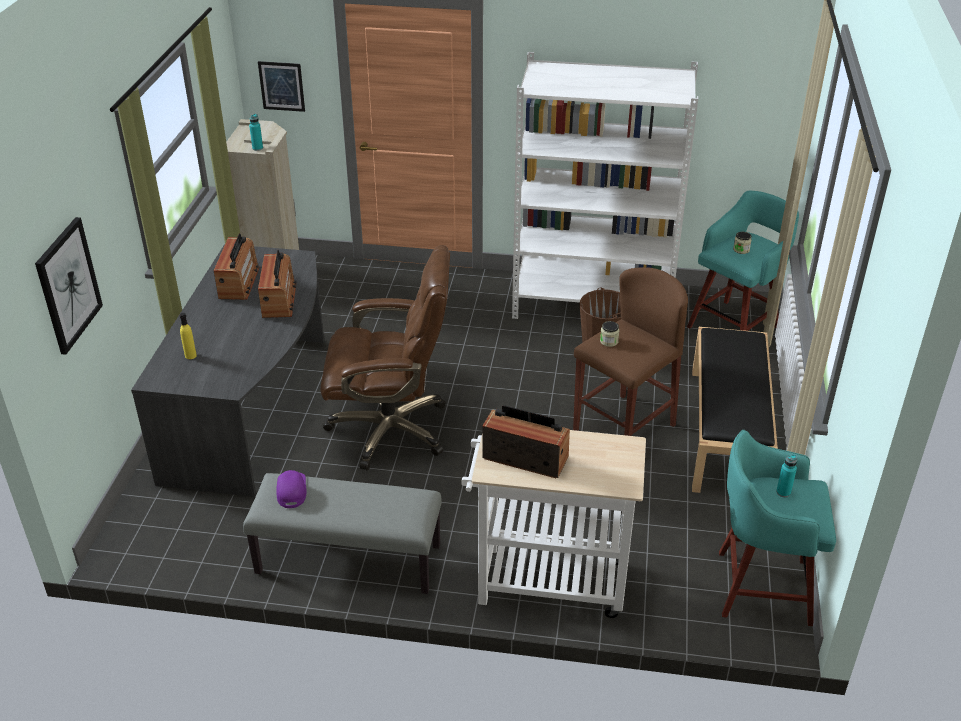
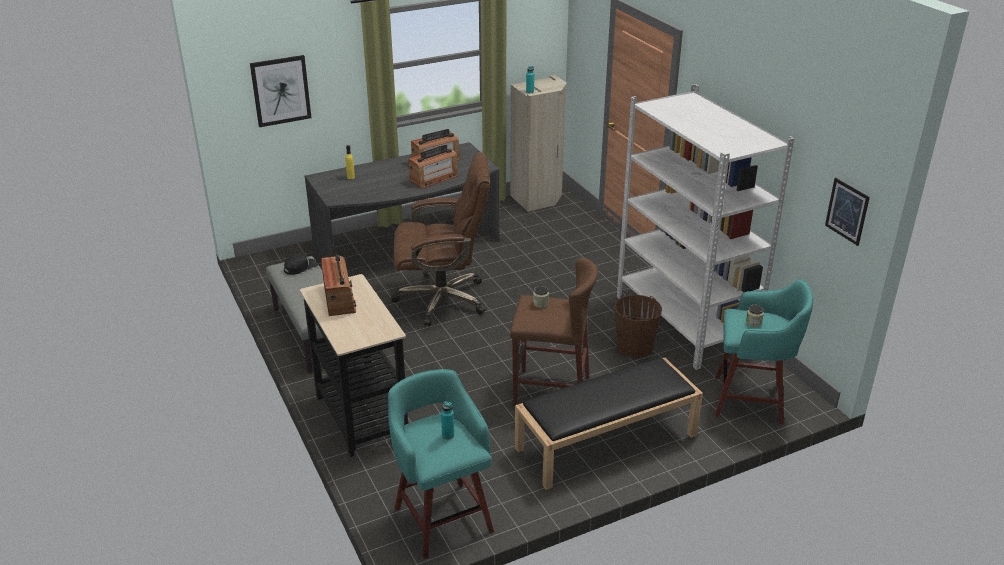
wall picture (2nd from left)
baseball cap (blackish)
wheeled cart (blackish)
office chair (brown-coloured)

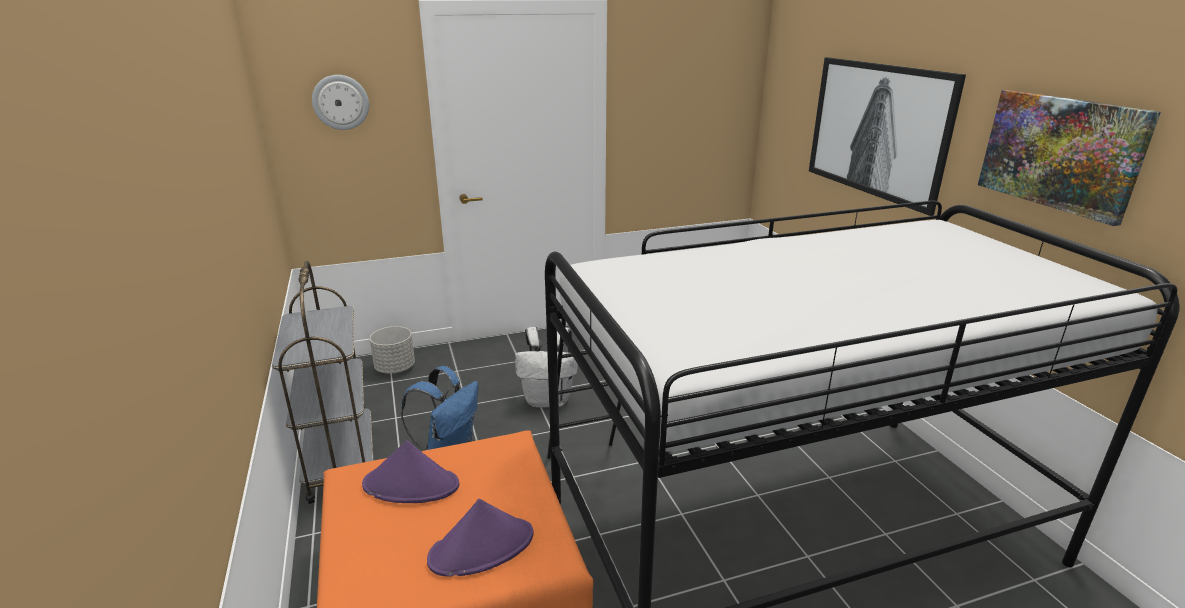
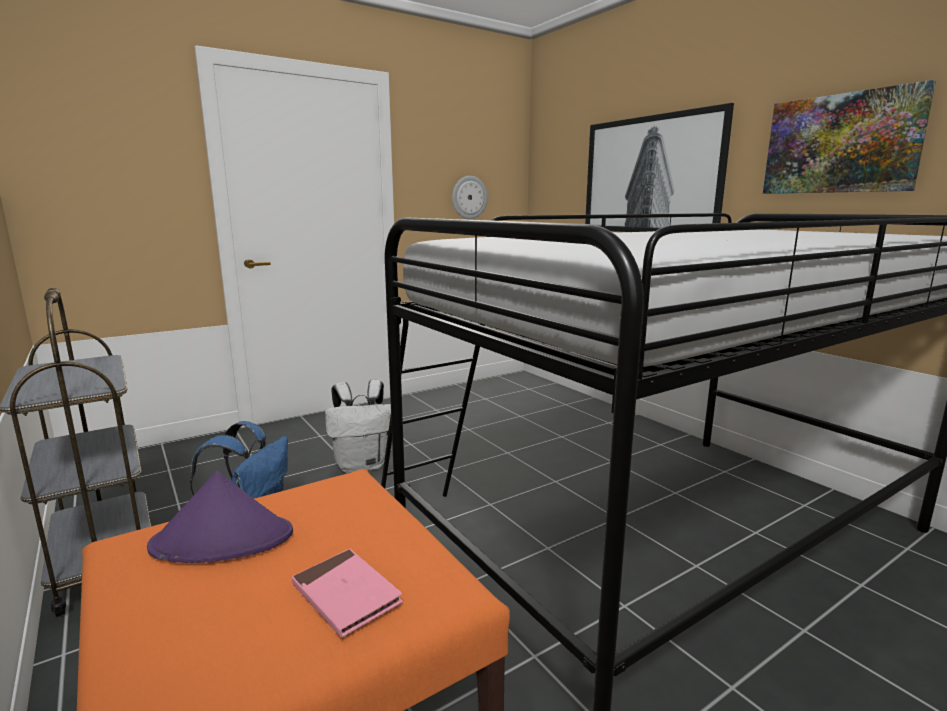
flower pot (grey)
clock on the wall
book (pink-coloured)

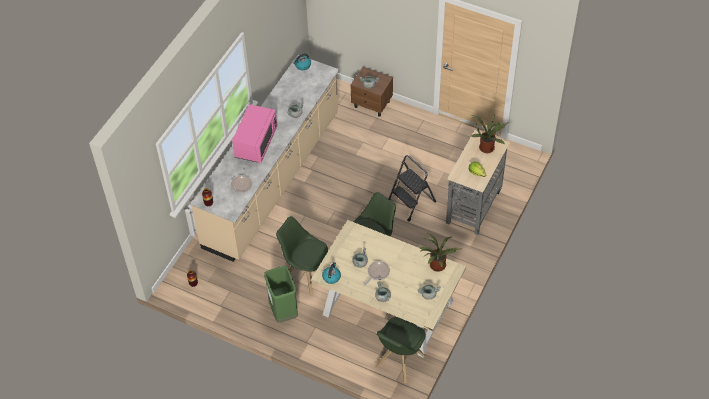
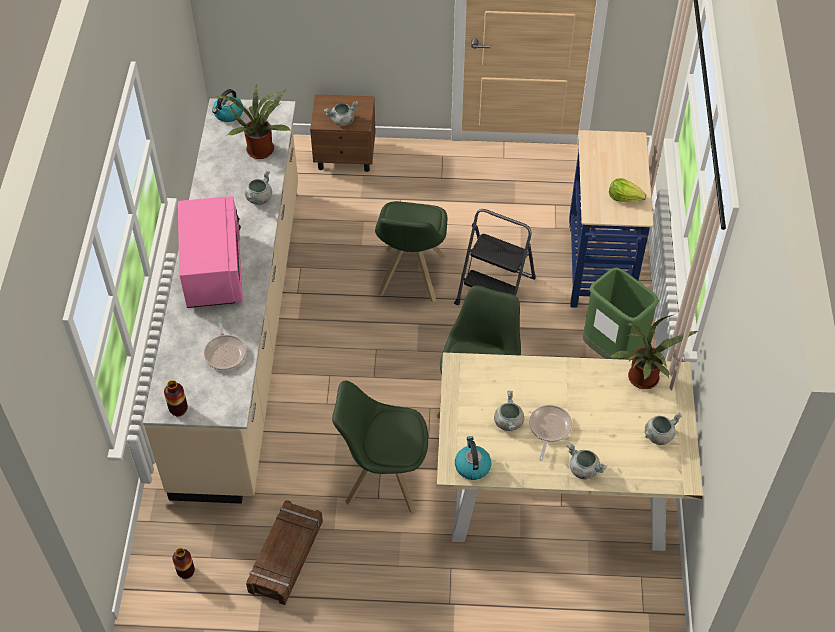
shipping crate
trash can (green)
chair (green) (2nd from left)
plant in a pot (1st from left)
wheeled cart (blue)

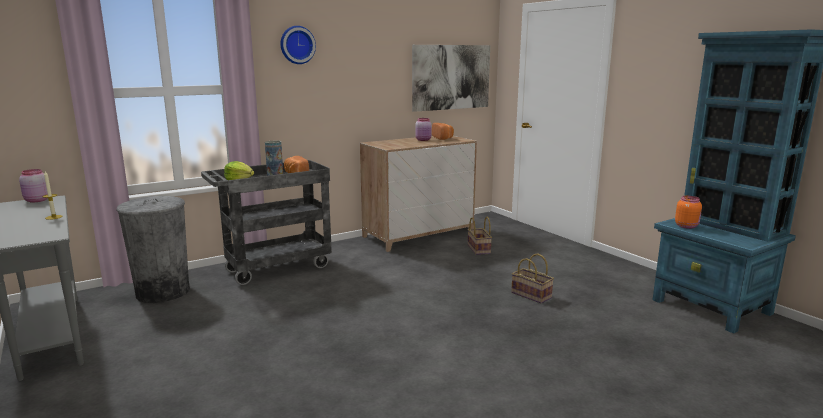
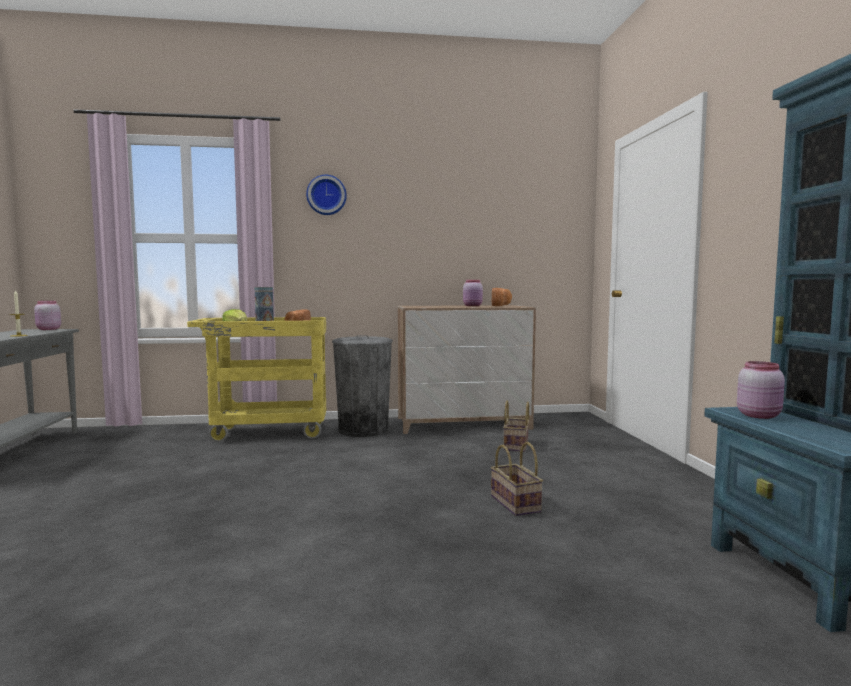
wall picture
trash can (grey)
wheeled cart (yellow)
jar (pink-coloured) (3rd from left)

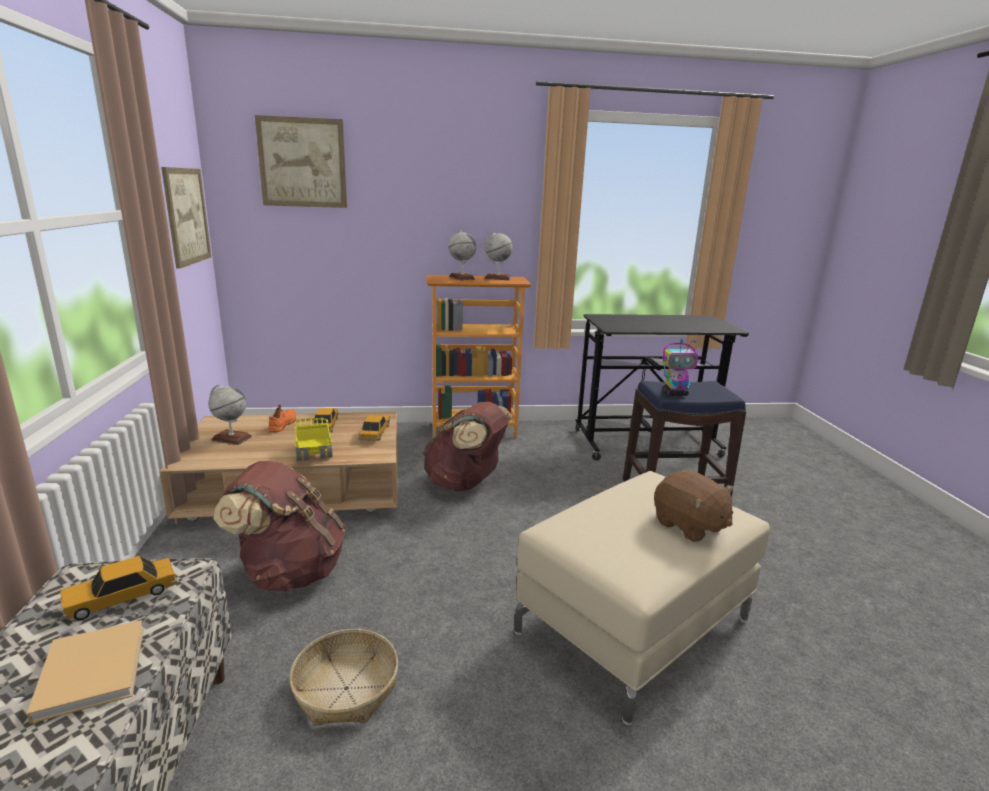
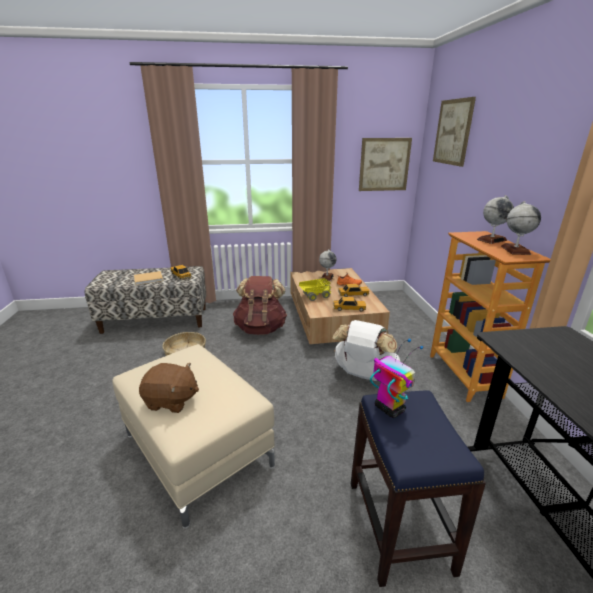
backpack (whitish)
cuddly toy (brown-coloured)
toy robot

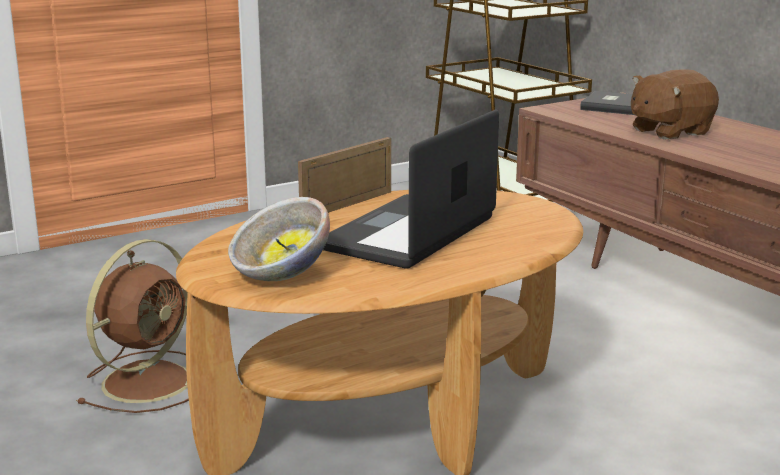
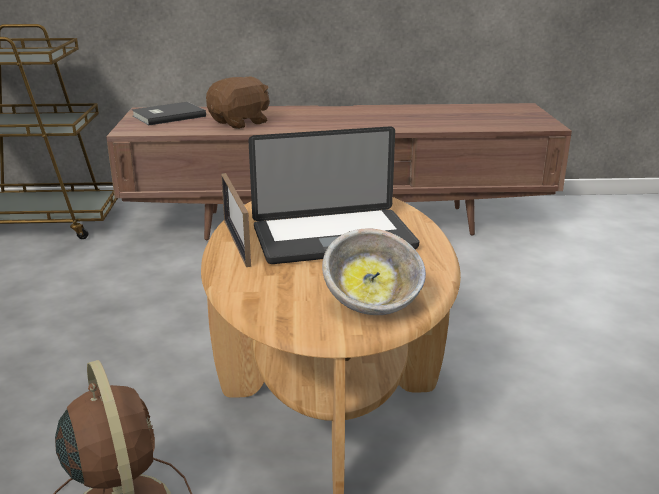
laptop
cuddly toy (brown-coloured)

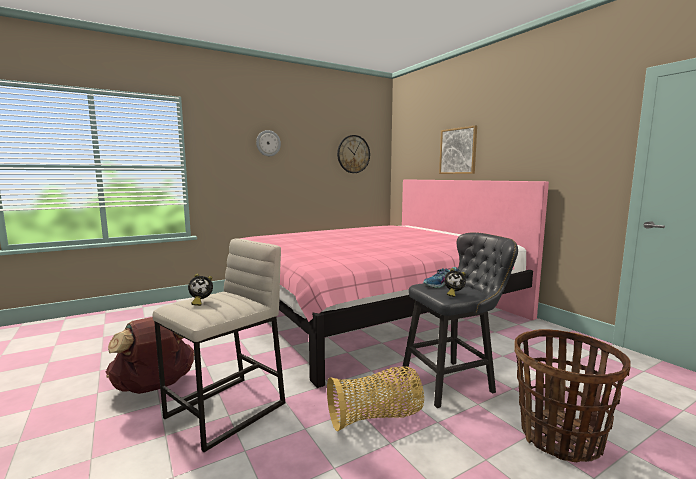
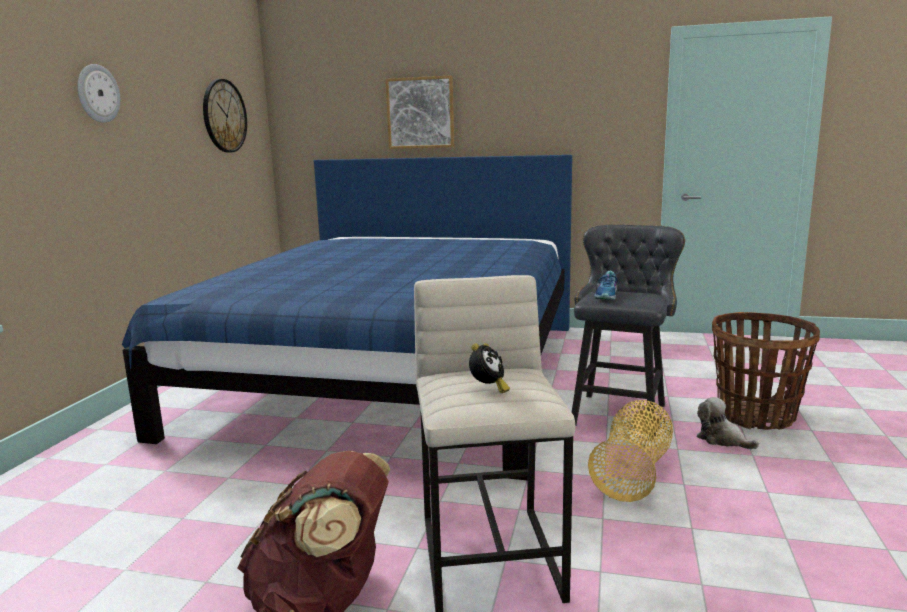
table clock (2nd from left in the first image)
cuddly toy
sleeping bed (blue)

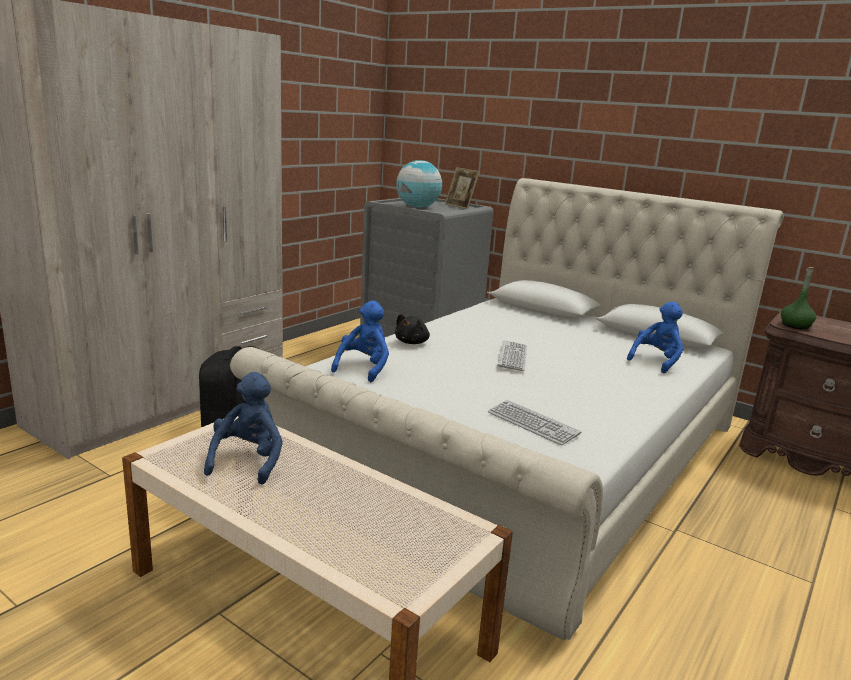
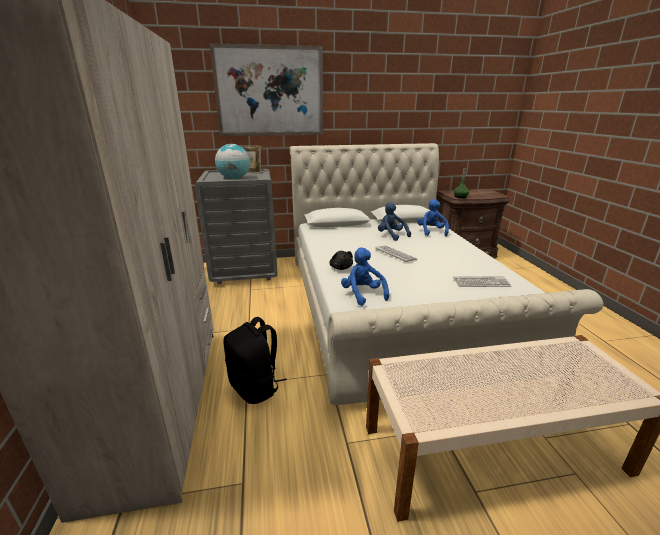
wall picture
cuddly toy (blue) (2nd from left)

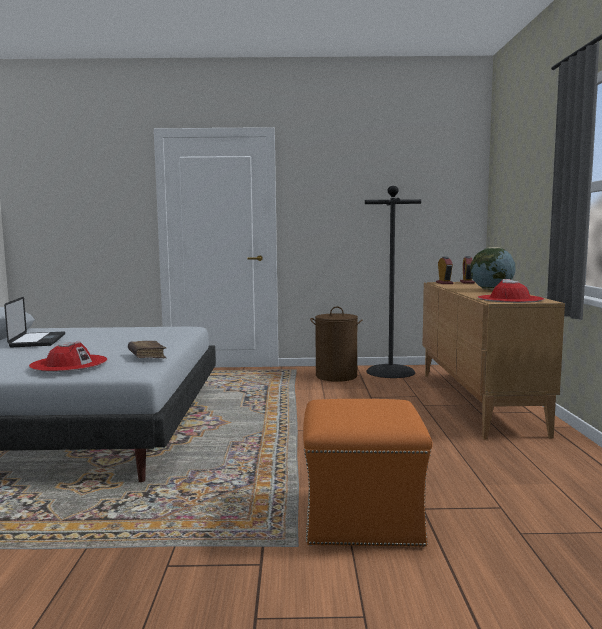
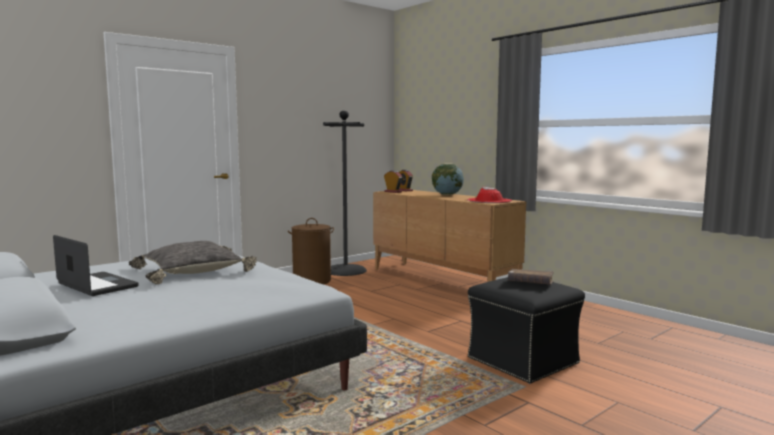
wearable hat (reddish) (1st from left in the first image)
cushion
book (brown-coloured)
pouffe (blackish)

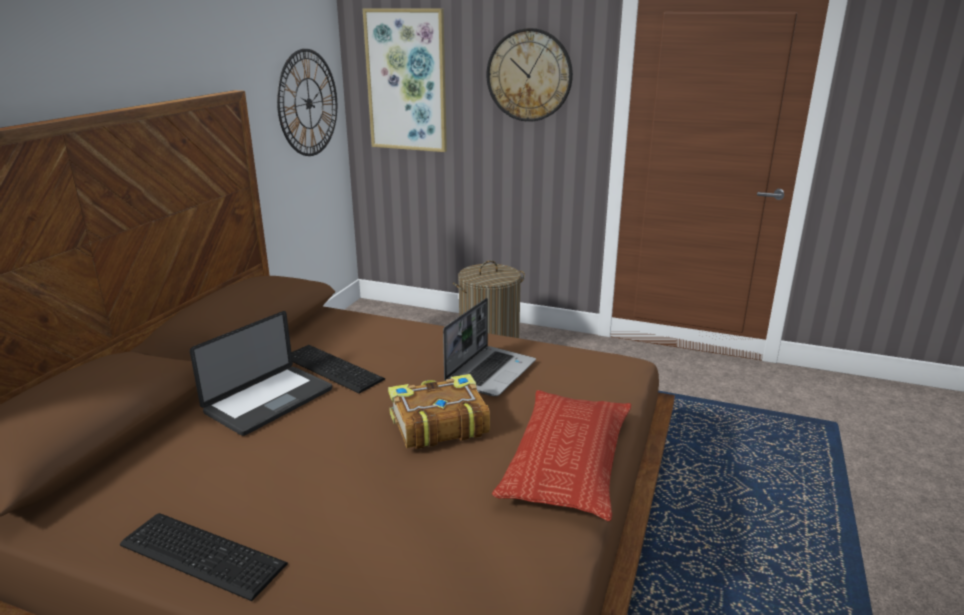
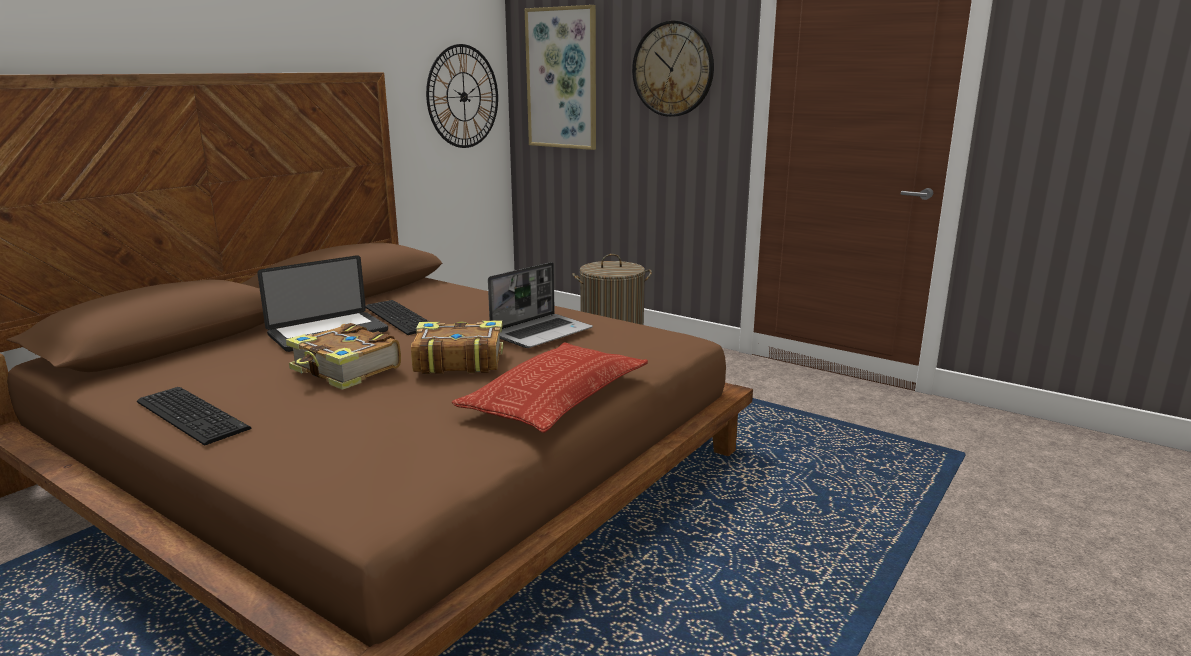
book (1st from left)

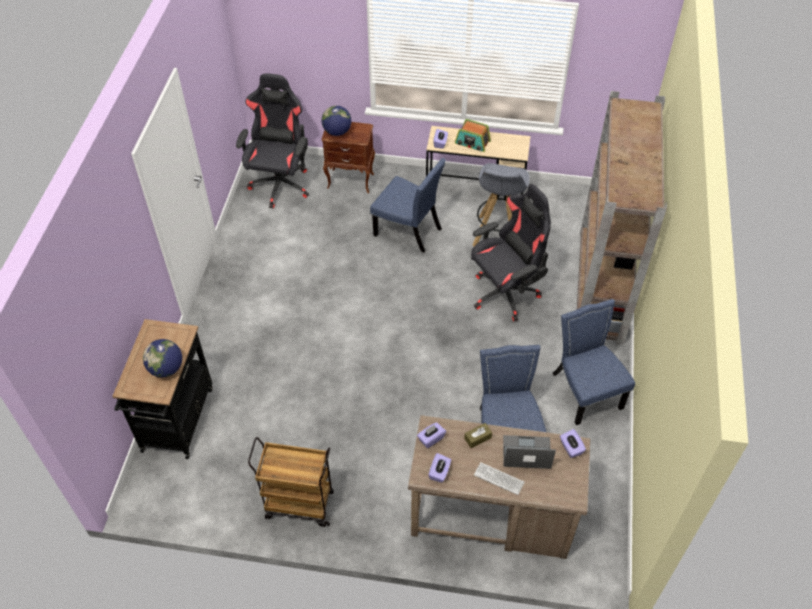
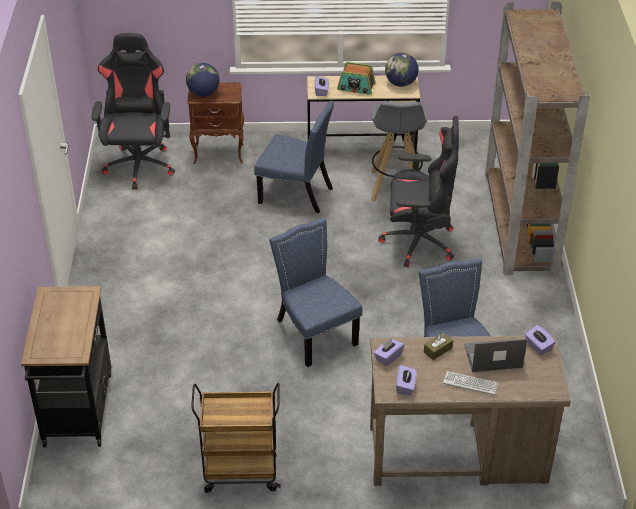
globe (2nd from left)
chair (blue) (2nd from left)
office chair (blackish) (2nd from left)

